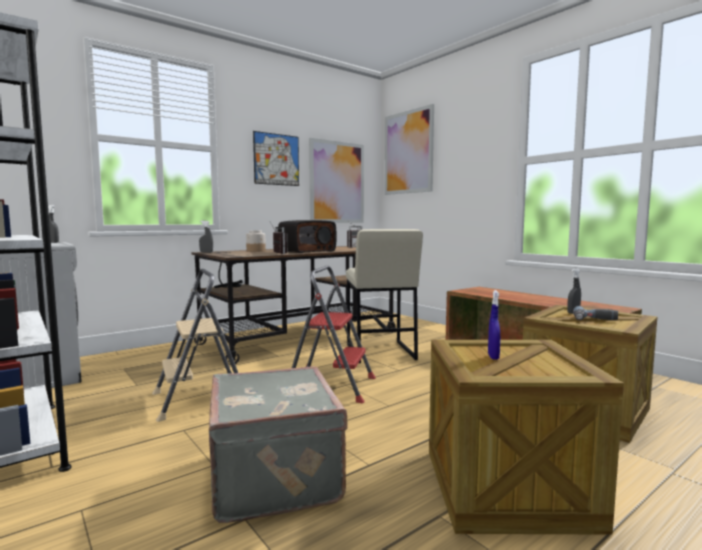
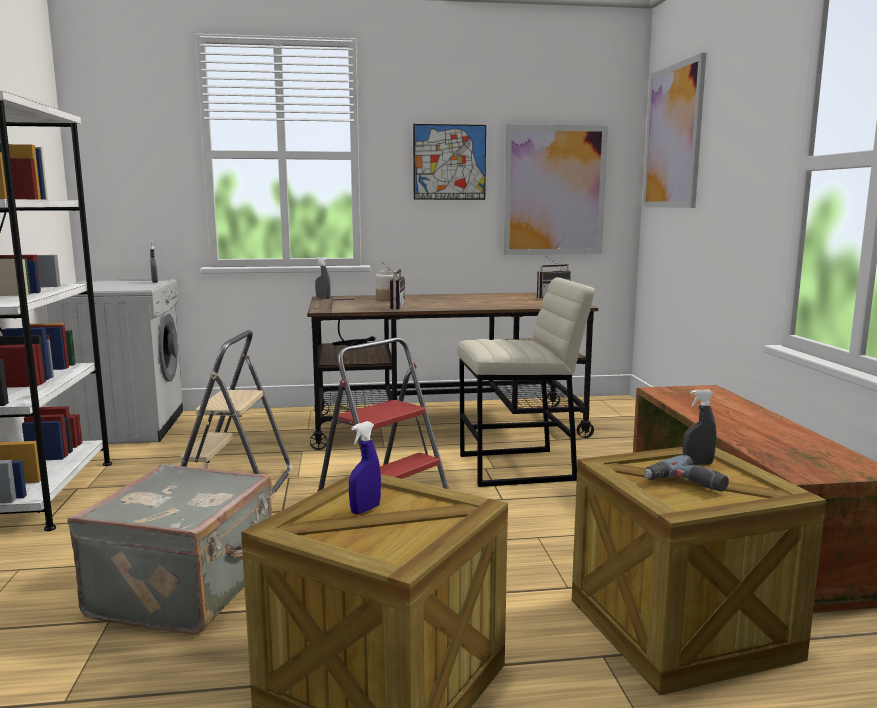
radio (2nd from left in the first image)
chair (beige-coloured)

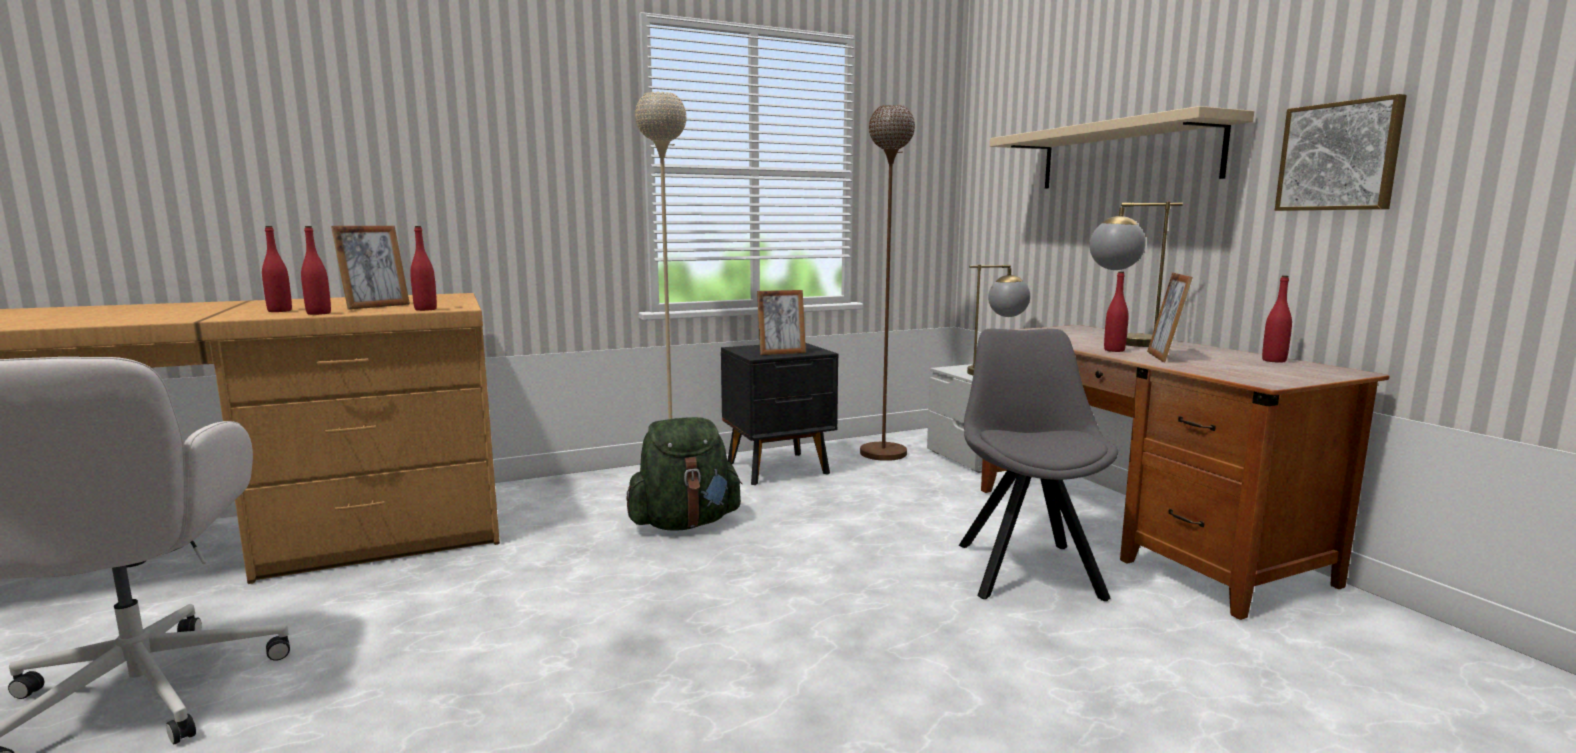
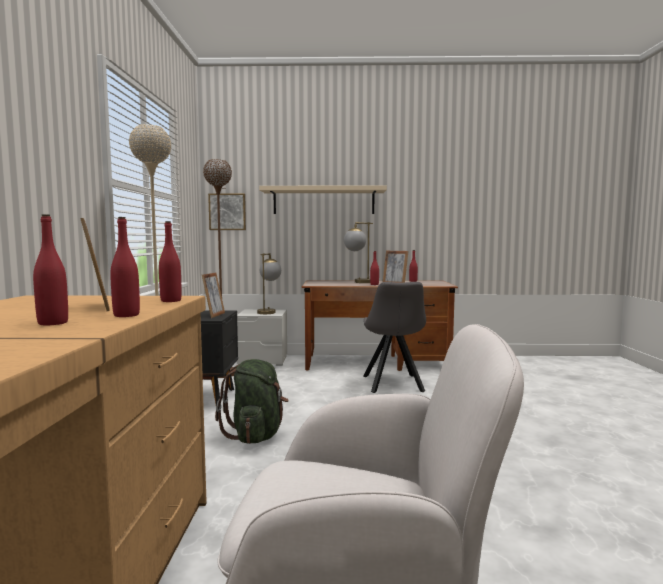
wall picture
chair (grey)

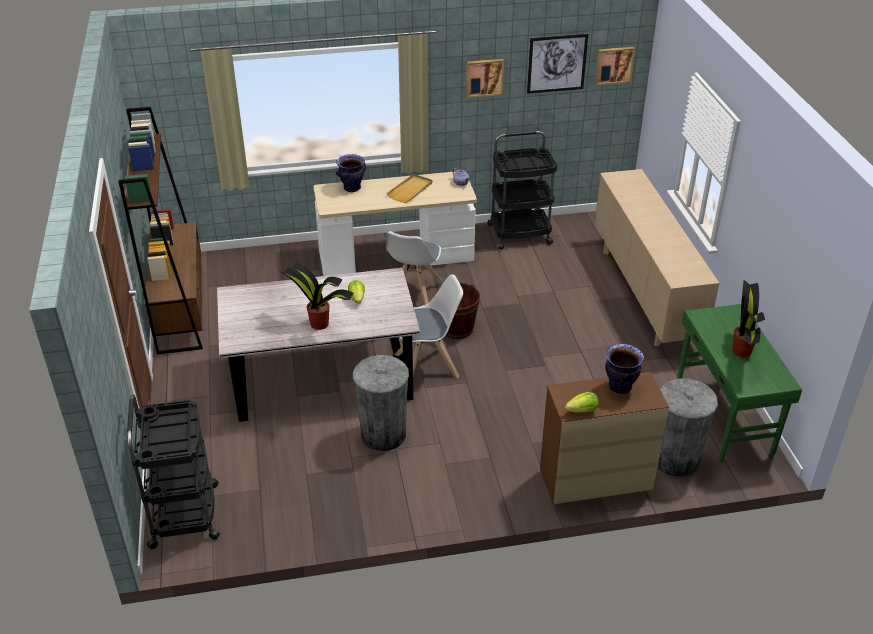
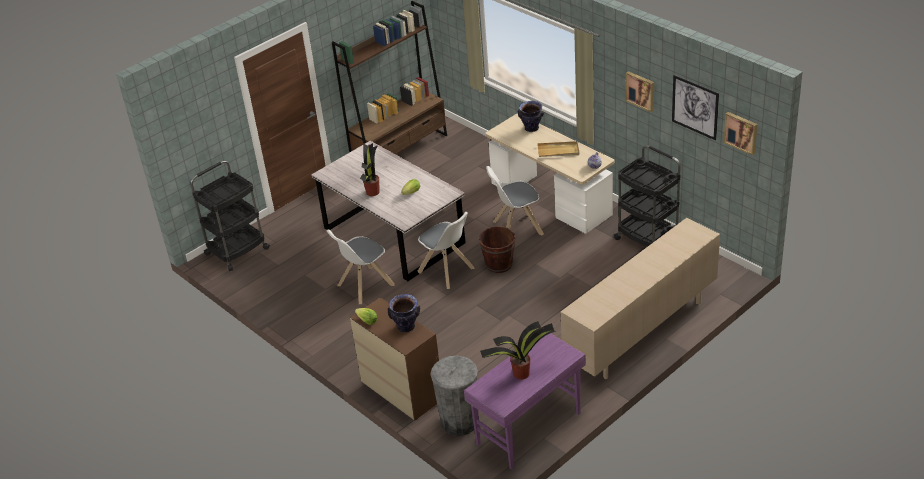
chair (1st from left)
narrow table (purplish)

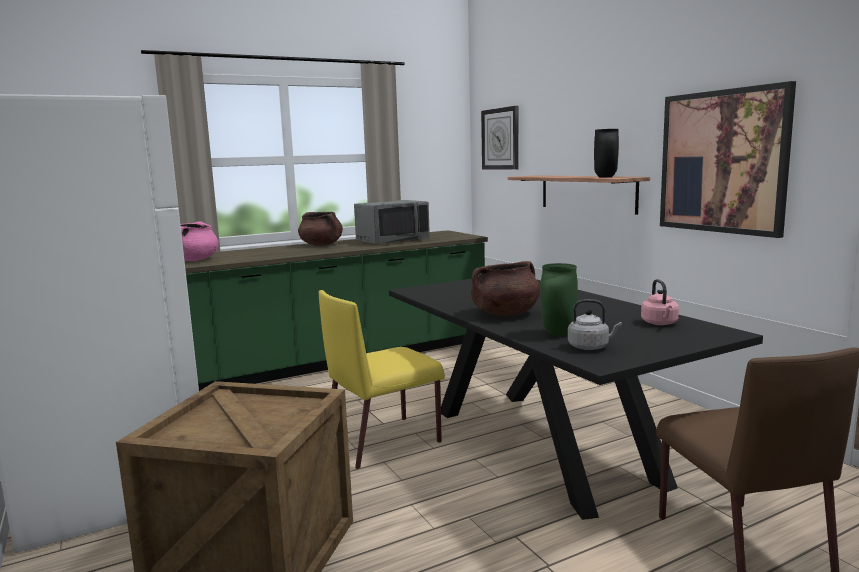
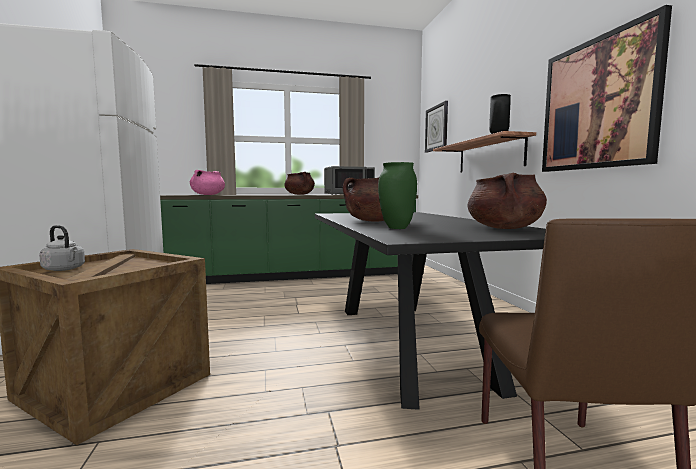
chair (yellow)
tea kettle (grey)
saucepot (brown-coloured) (3rd from left)

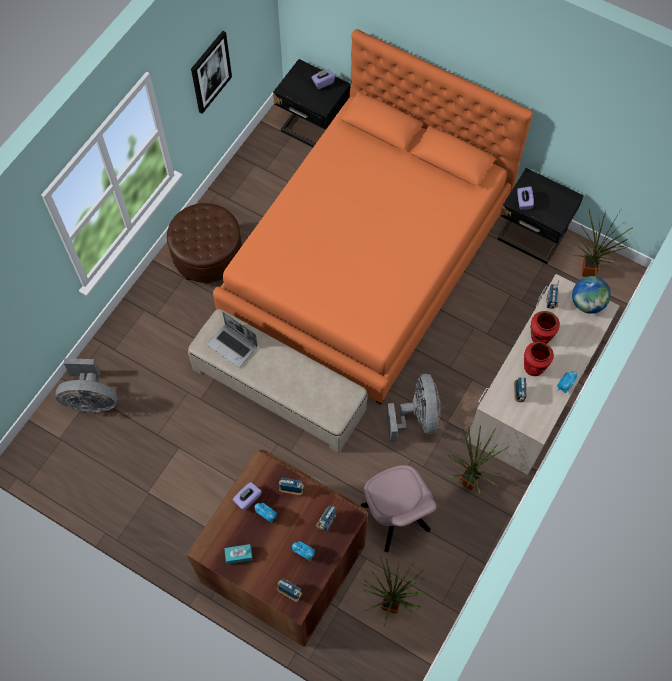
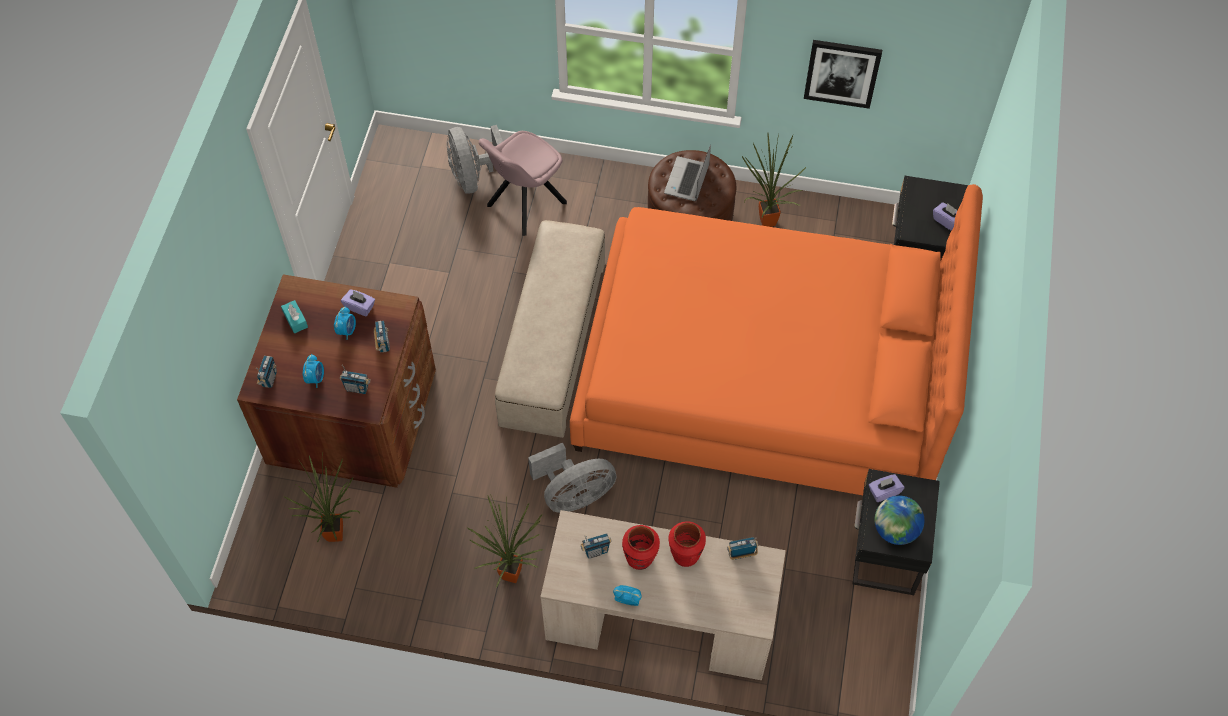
laptop
chair (pink-coloured)
plant in a pot (3rd from left)
globe

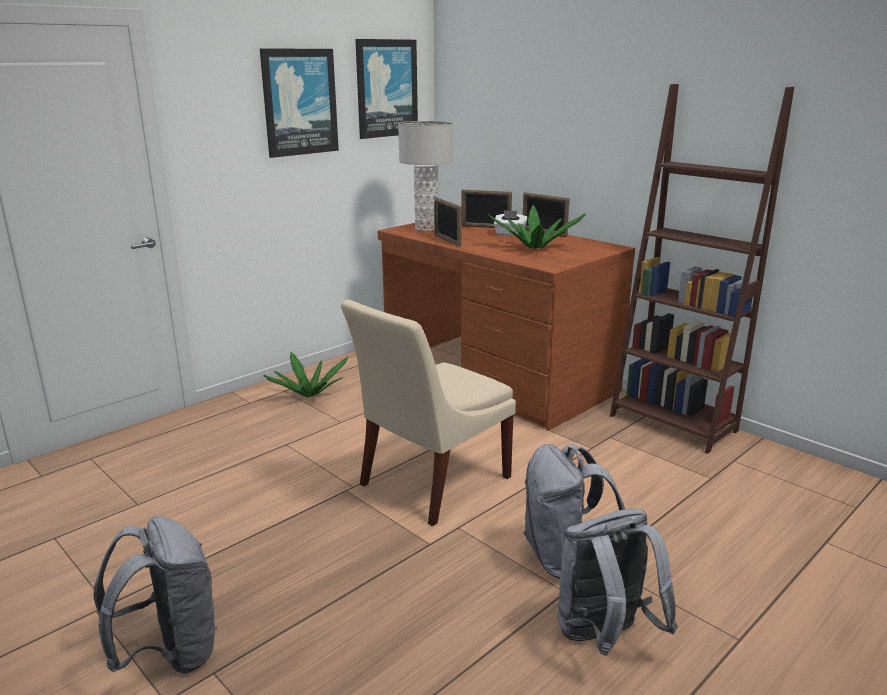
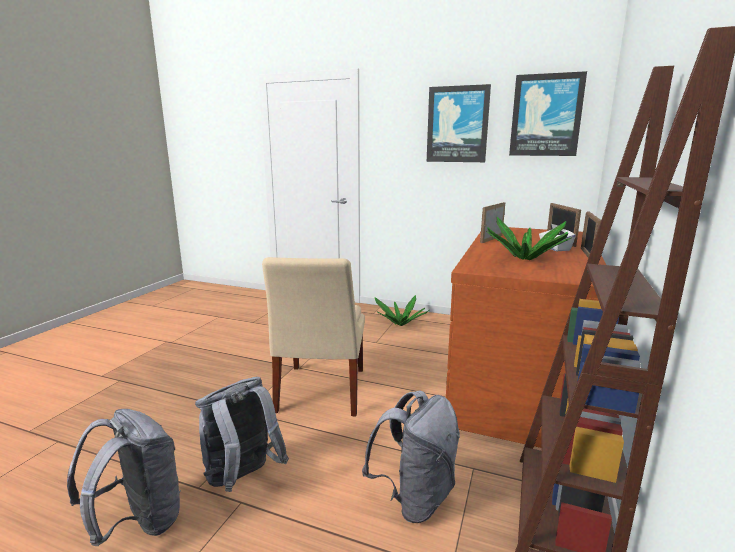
table lamp (whitish)
backpack (grey) (3rd from left)
chair (beige-coloured)

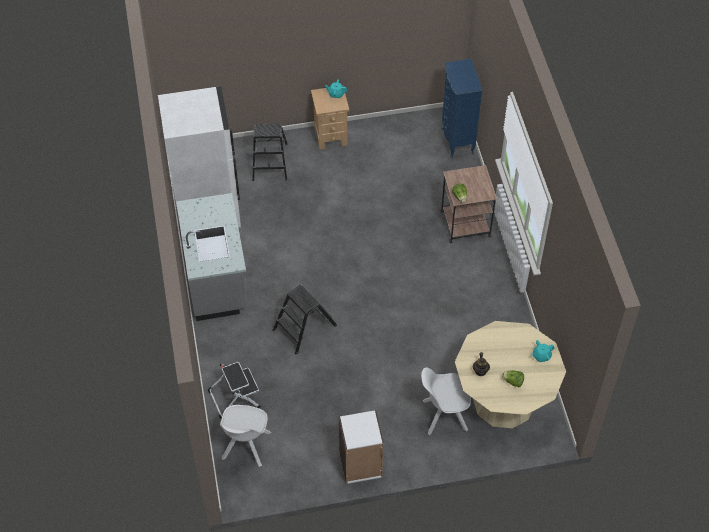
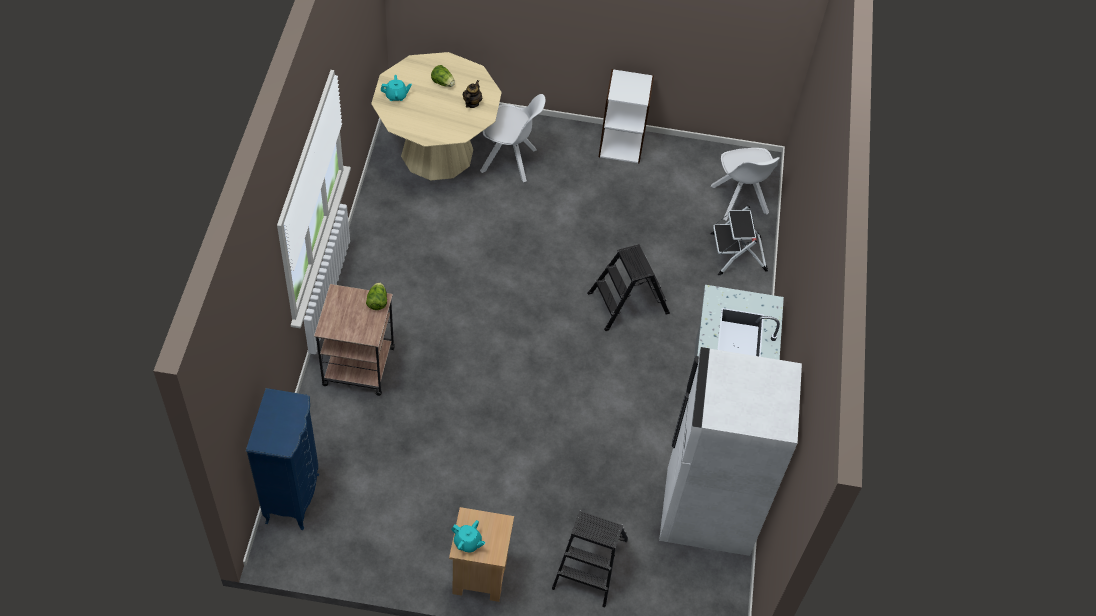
chair (whitish) (2nd from left)

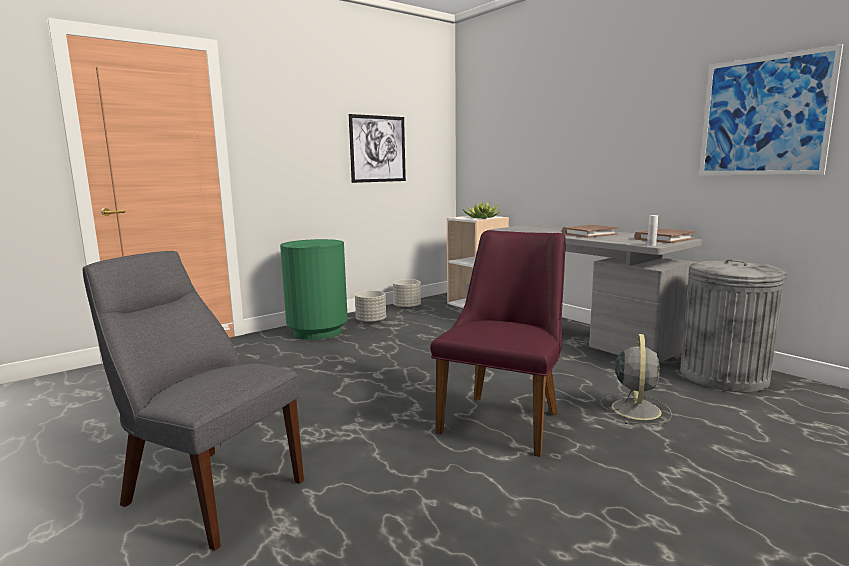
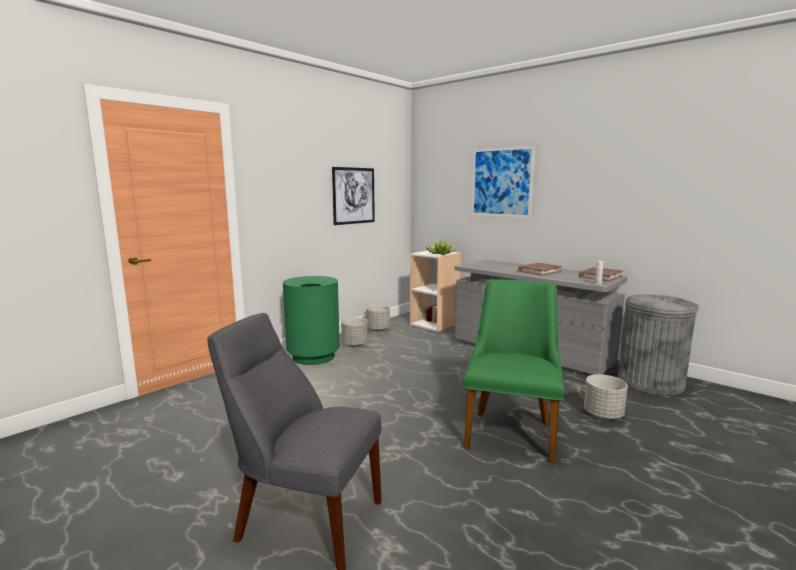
wall picture (2nd from left)
flower pot (grey) (3rd from left)
chair (green)

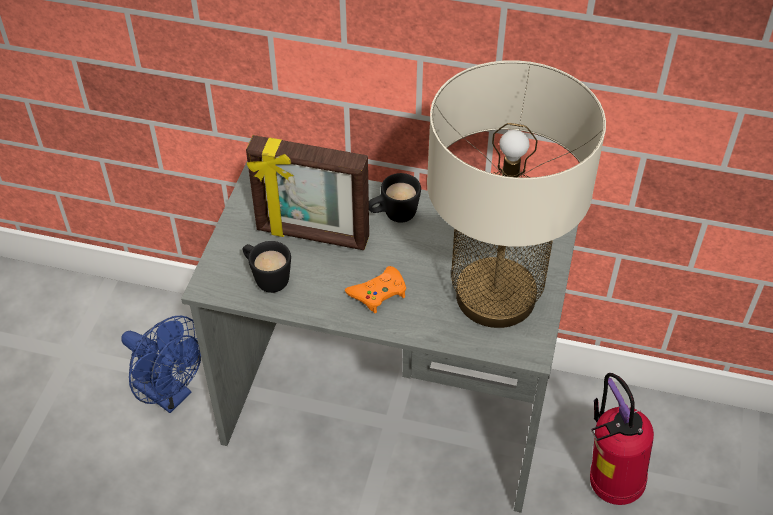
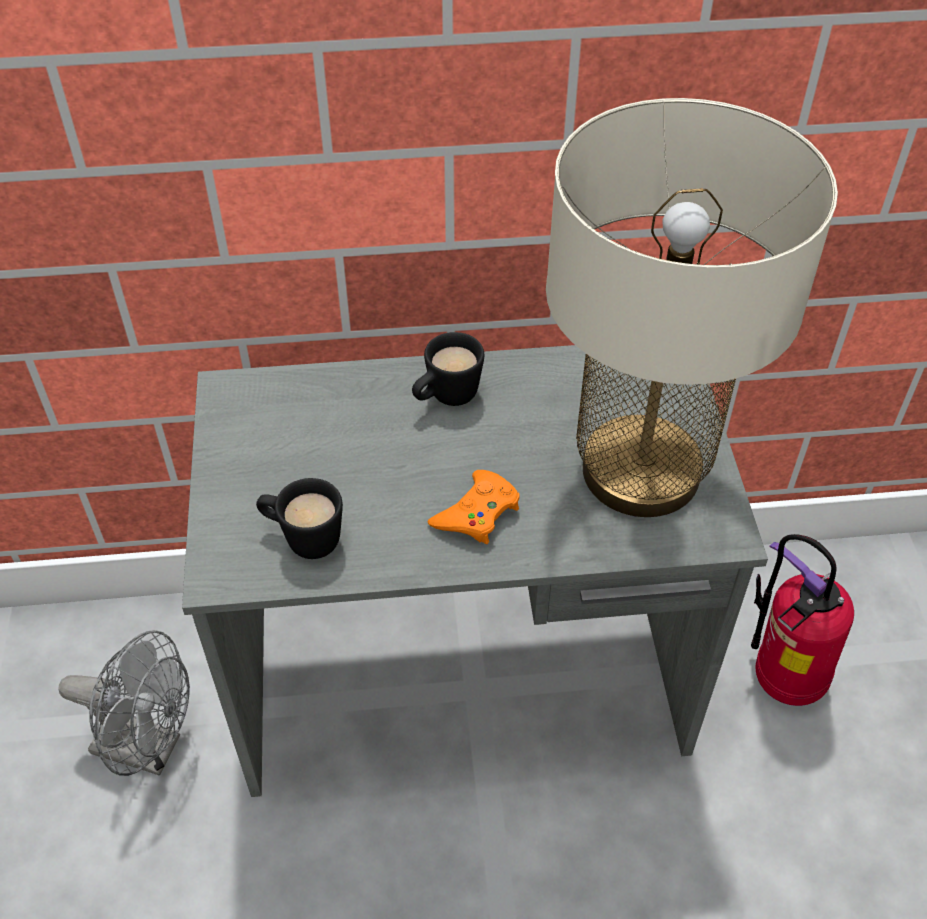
picture frame
electric fan (grey)

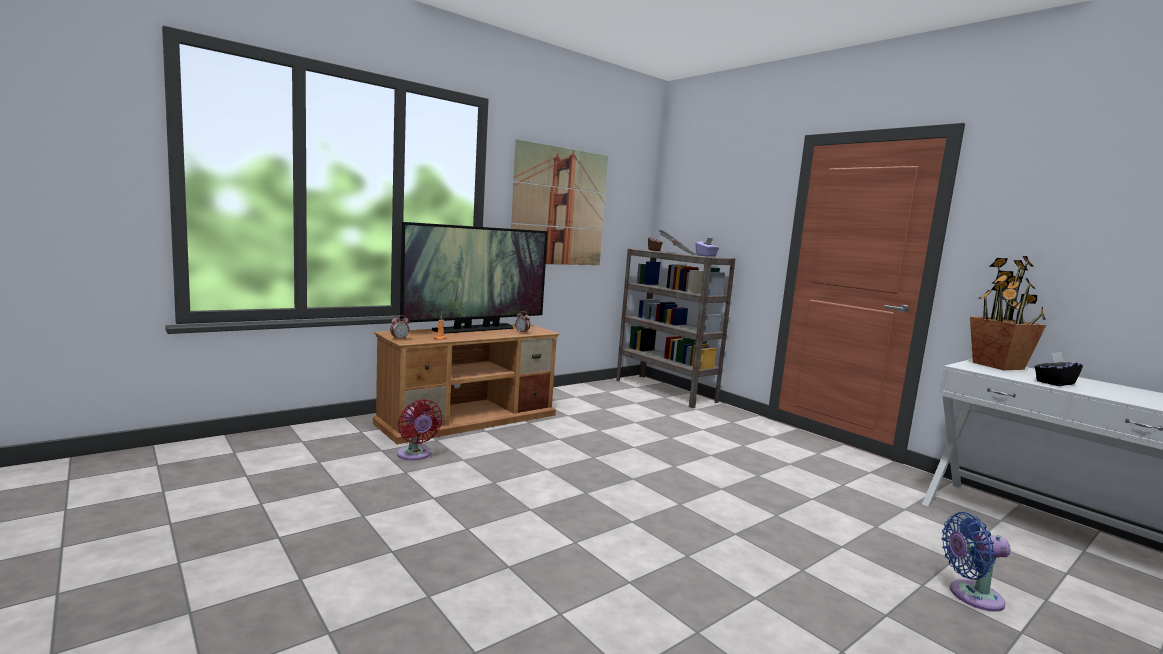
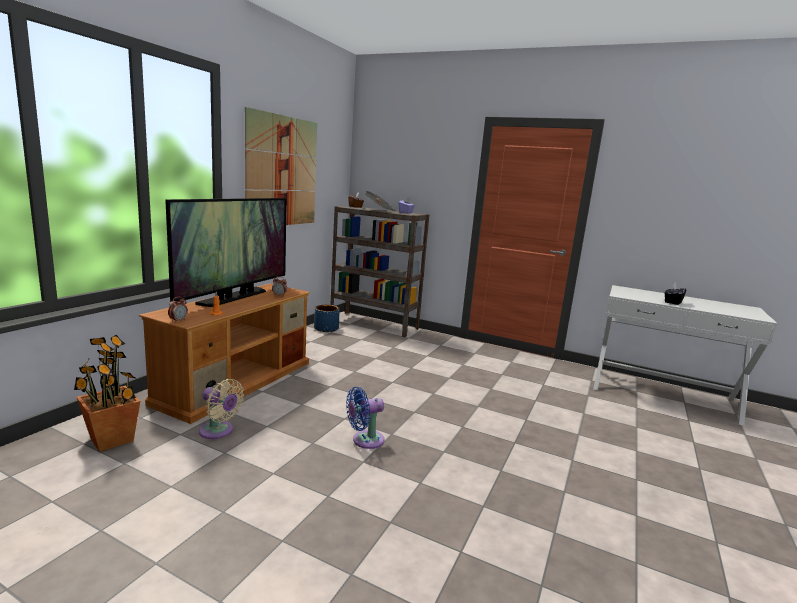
flower pot (blue)
electric fan (blue)
plant in a pot
electric fan (beige-coloured)

